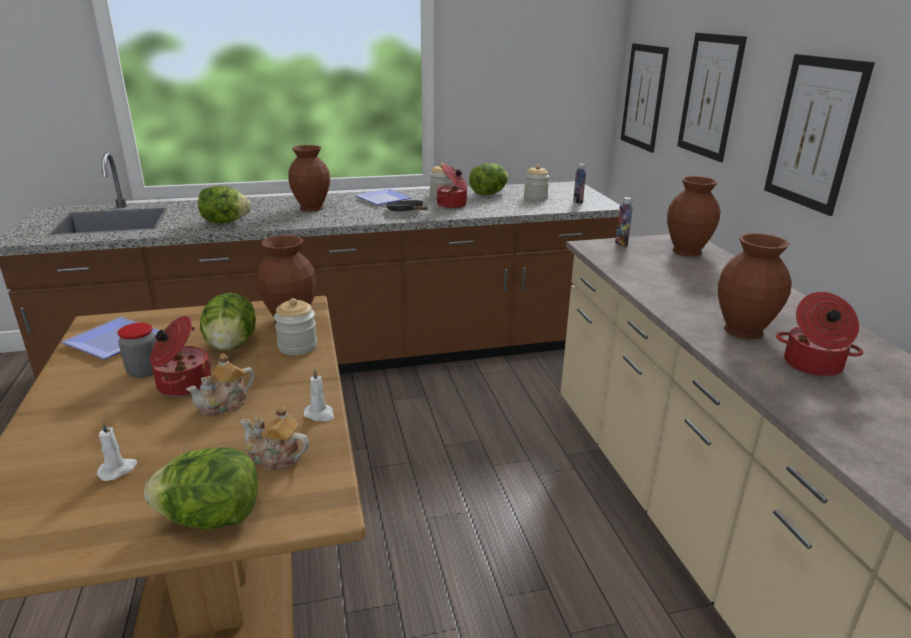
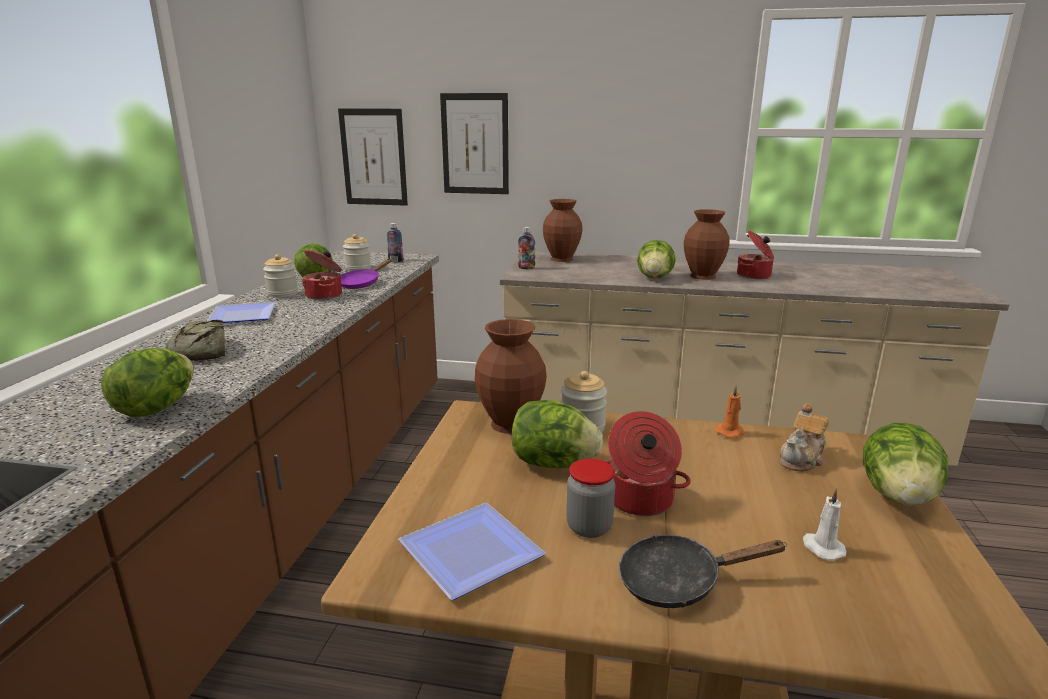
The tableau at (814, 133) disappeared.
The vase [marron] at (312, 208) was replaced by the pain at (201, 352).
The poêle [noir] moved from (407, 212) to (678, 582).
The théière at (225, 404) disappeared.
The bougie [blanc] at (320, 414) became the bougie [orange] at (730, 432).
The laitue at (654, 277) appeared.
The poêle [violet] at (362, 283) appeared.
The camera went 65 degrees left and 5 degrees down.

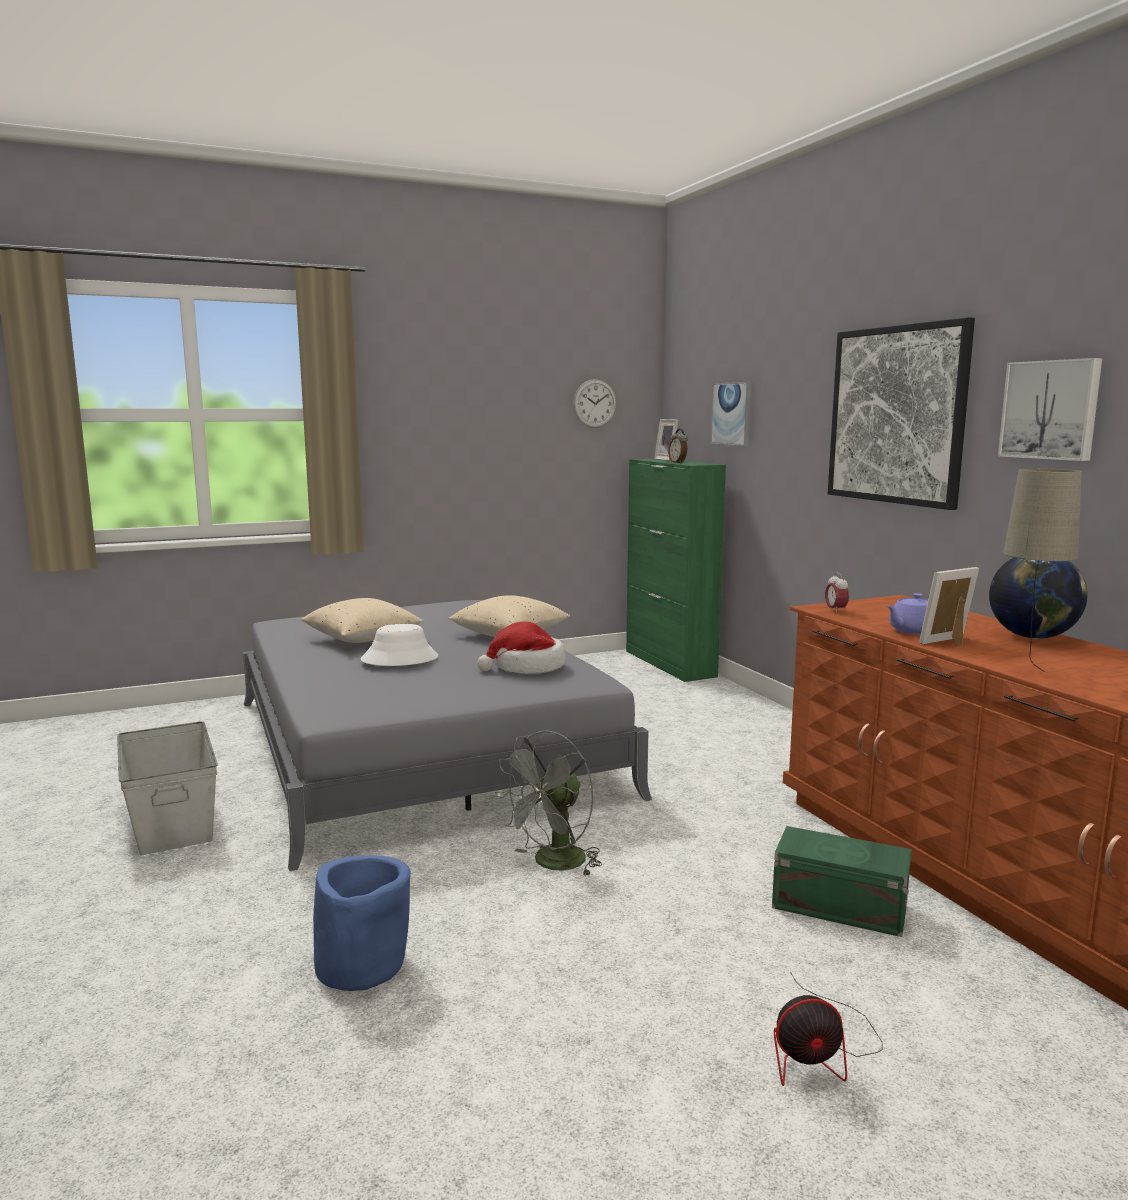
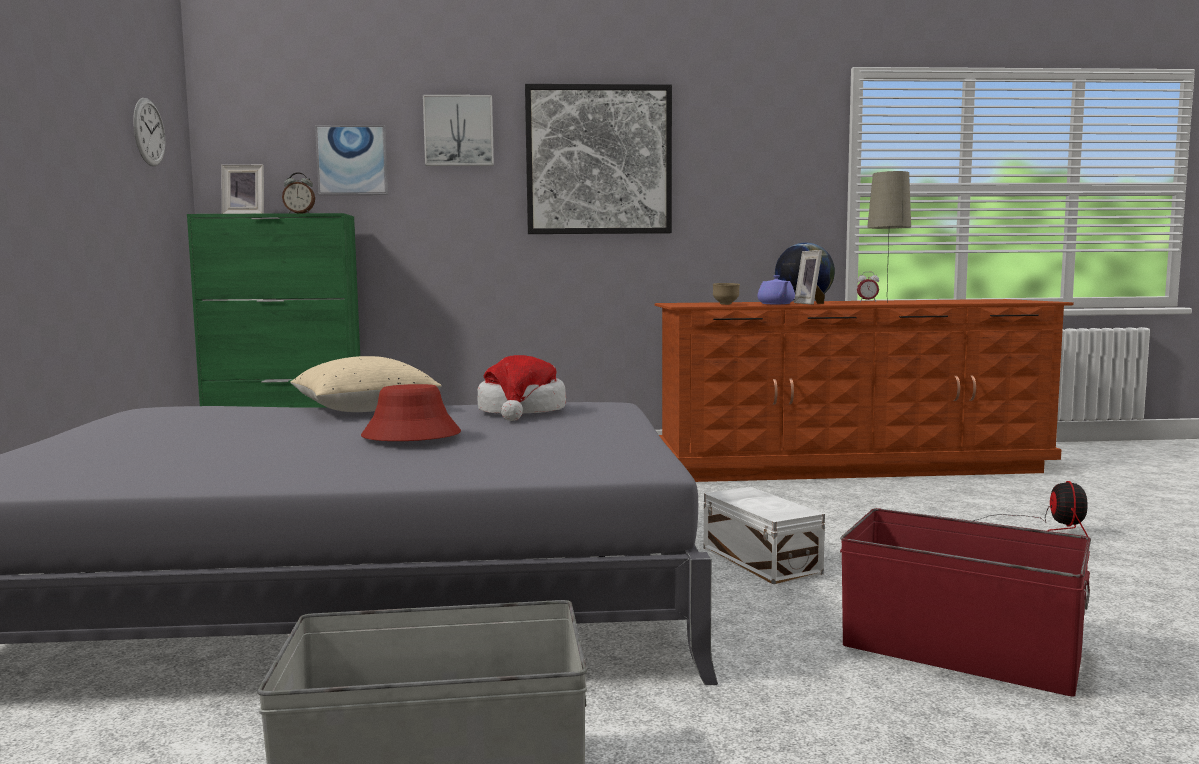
The tableau moved from (1051, 410) to (459, 131).
The réveil moved from (835, 610) to (867, 302).
The coussin [beige] at (362, 639) disappeared.
The chapeau [blanc] at (399, 659) became the chapeau [rouge] at (410, 435).
The ventilateur [gris] at (553, 864) was replaced by the boîte de rangement [blanc] at (761, 559).
The boîte de rangement [vert] at (841, 907) disappeared.
The cache-pot [bleu] at (362, 967) was replaced by the boîte de rangement [rouge] at (960, 651).
The bol [marron] at (726, 304) appeared.
The camera went 70 degrees left and 5 degrees down.

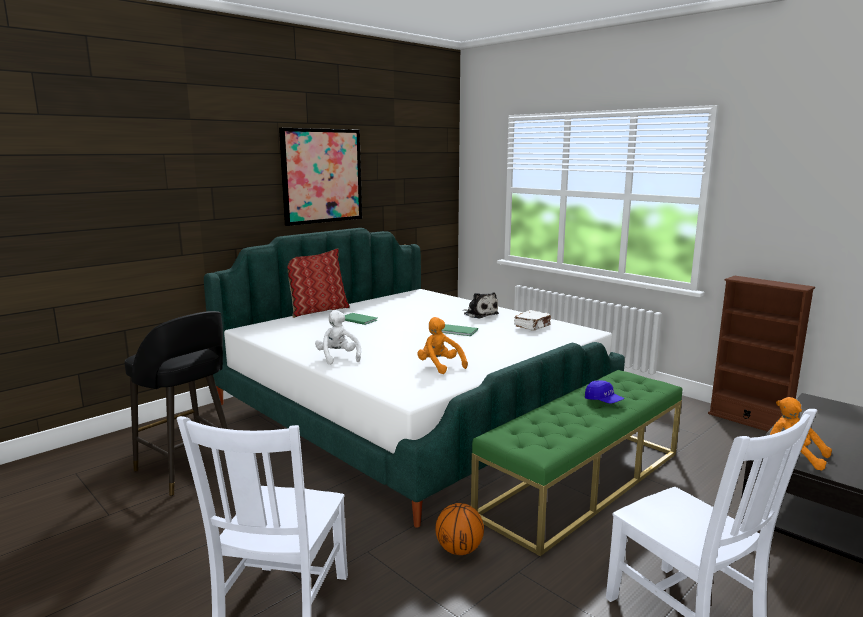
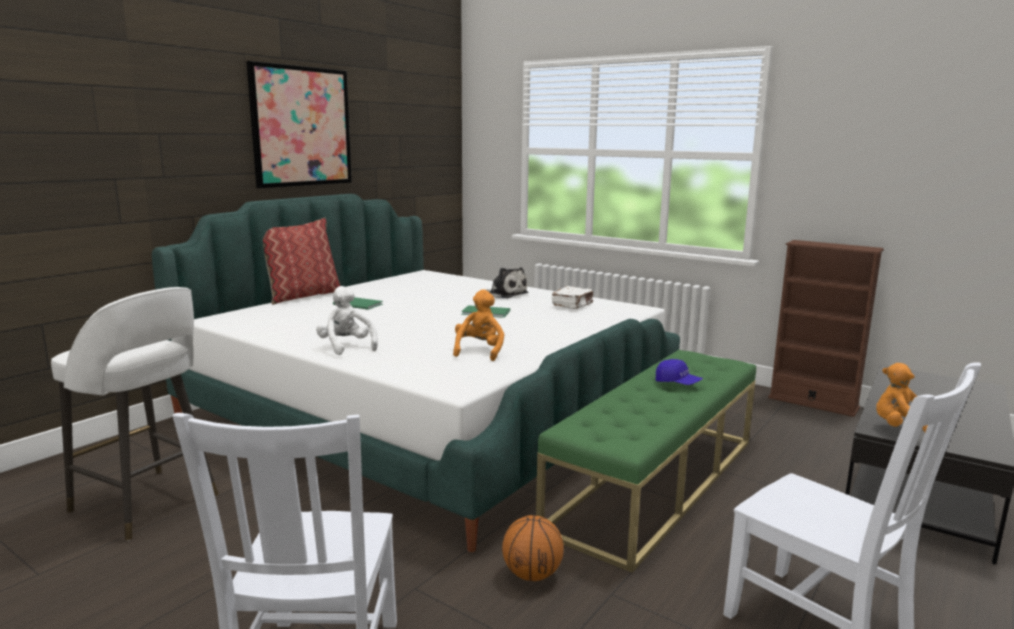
The tabouret [noir] at (188, 469) became the tabouret [blanc] at (147, 504).
The peluche [orange] at (439, 366) turned 60 degrees clockwise.
The camera went 10 degrees left and 0 degrees up.

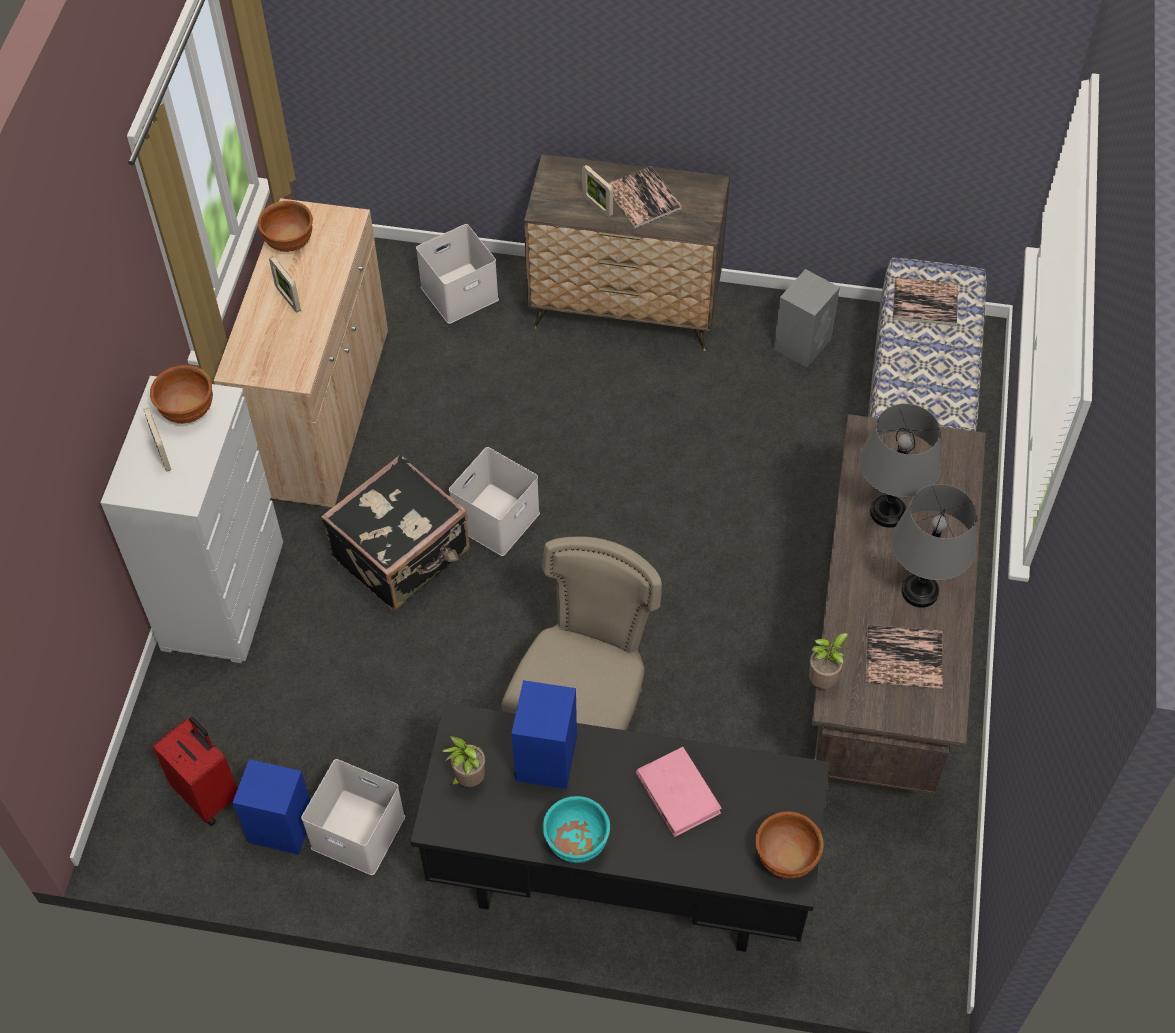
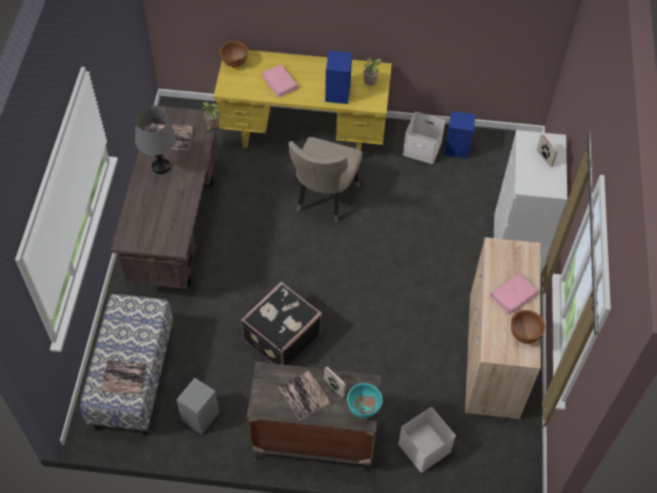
The cadre photo at (288, 299) was replaced by the livre [rose] at (513, 294).
The bol [marron] at (187, 411) disappeared.
The lampe de table [gris] at (887, 512) disappeared.
The boîte de rangement [blanc] at (496, 517) disappeared.
The valise [noir] moved from (403, 555) to (280, 336).
The bureau [noir] at (618, 880) became the bureau [jaune] at (305, 134).
The valise [rouge] at (209, 794) disappeared.
The bol [turquoise] moved from (576, 842) to (364, 408).
The camera went 175 degrees right and 0 degrees up.

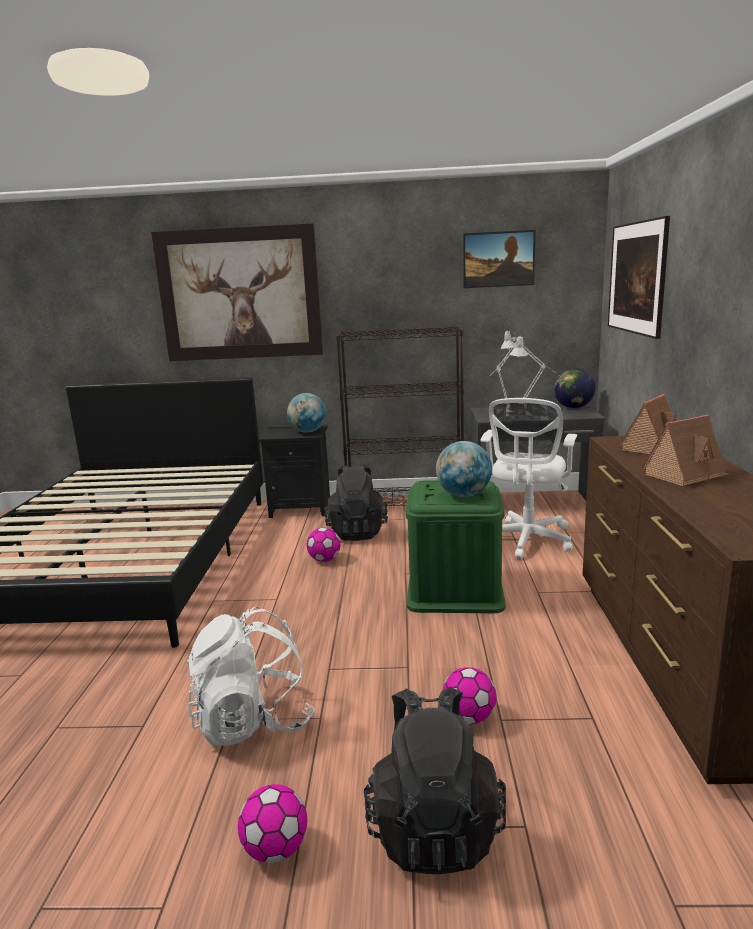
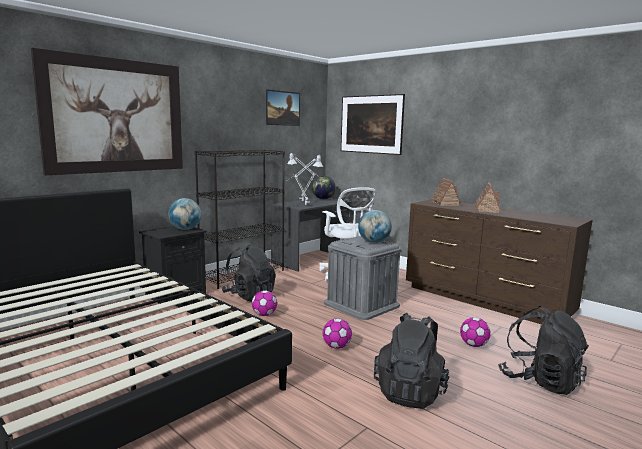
The boîte de rangement [vert] at (455, 589) became the boîte de rangement [gris] at (361, 304).
The sac à dos [blanc] at (253, 722) became the sac à dos [noir] at (410, 392).
The ballon de foot moved from (276, 849) to (336, 347).
The camera went 50 degrees left and 5 degrees down.

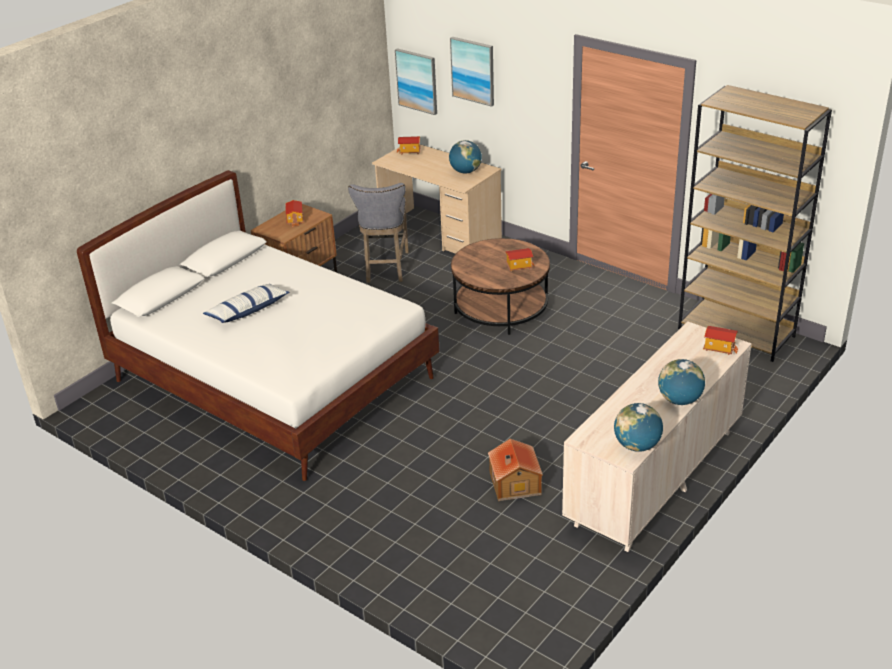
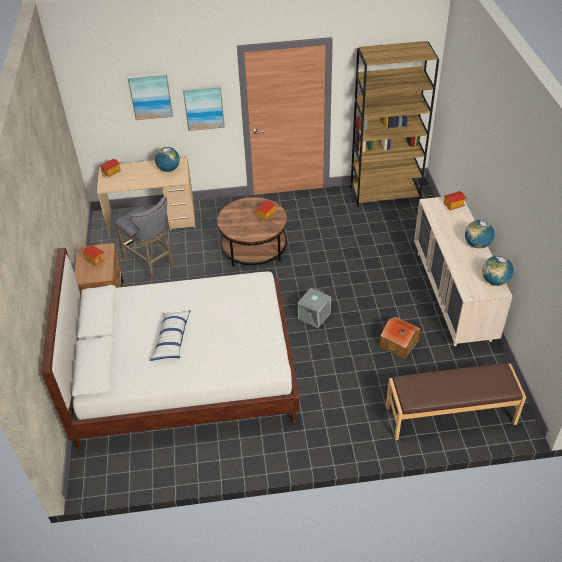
The tableau moved from (417, 81) to (204, 107).
The boîte de rangement [gris] at (314, 316) appeared.
The banc [marron] at (450, 415) appeared.
The camera went 45 degrees left and 10 degrees up.

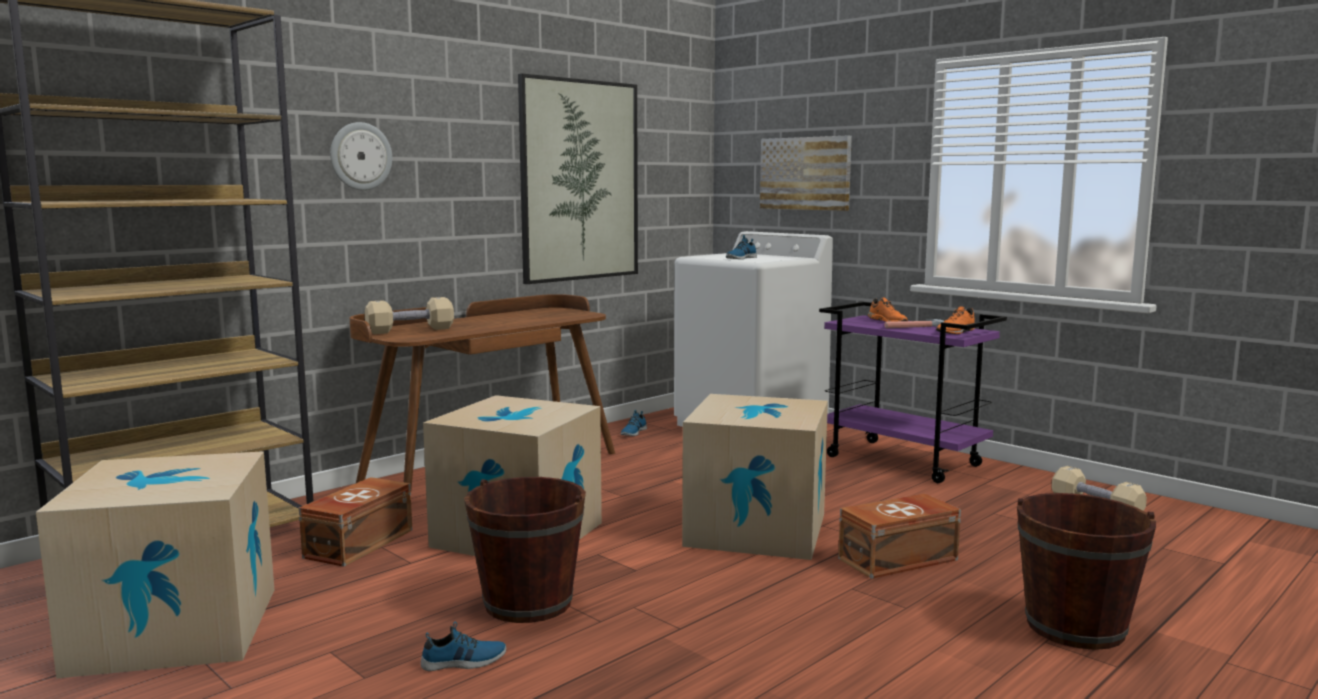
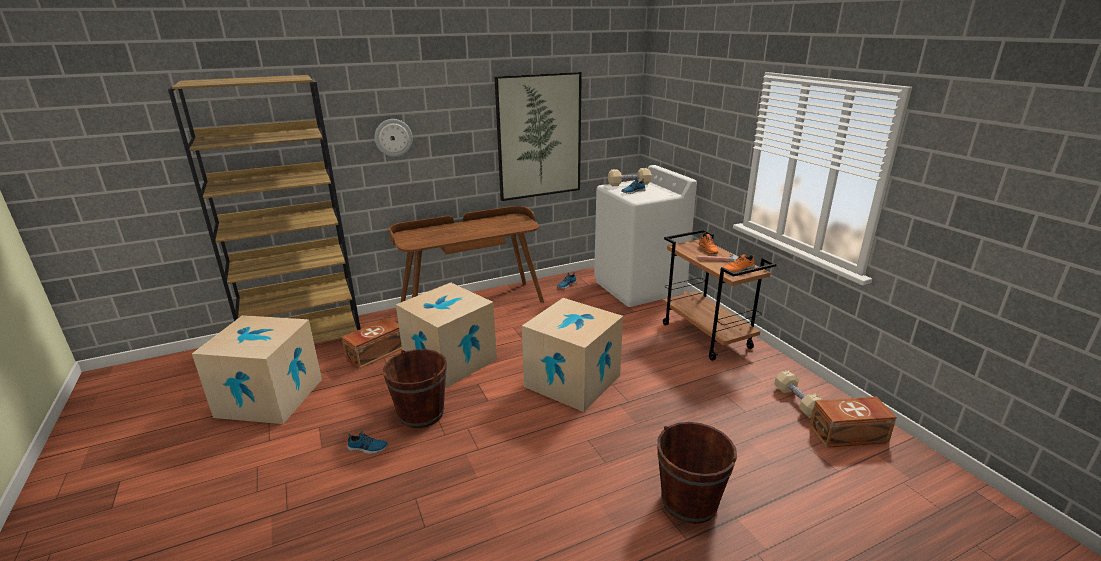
The tableau at (805, 173) disappeared.
The haltère [beige] moved from (410, 330) to (629, 184).
The chariot [violet] at (904, 461) became the chariot [marron] at (707, 336).
The boîte de rangement [marron] moved from (900, 559) to (849, 435).
The camera went 20 degrees right and 15 degrees up.

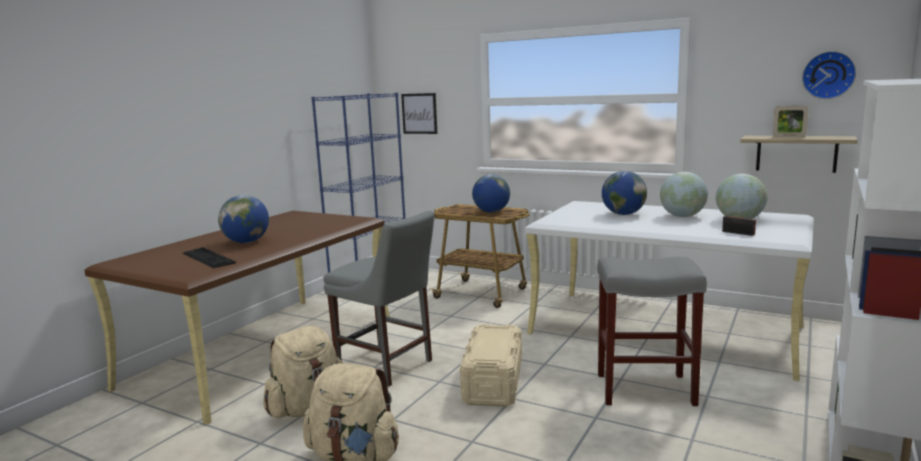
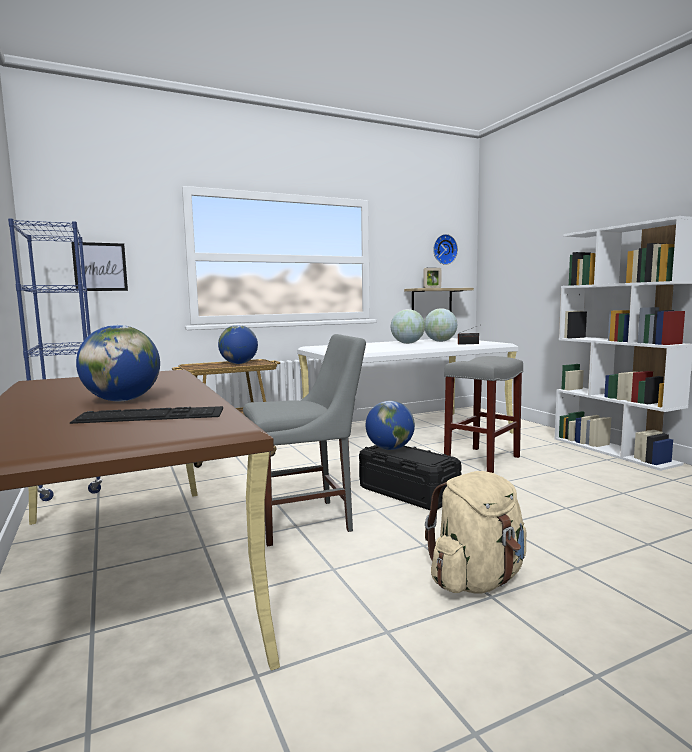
The globe moved from (623, 214) to (390, 448).
The boîte de rangement [beige] at (493, 382) became the boîte de rangement [noir] at (408, 492).
The sac à dos [beige] at (308, 407) disappeared.
The camera went 55 degrees left and 5 degrees down.

